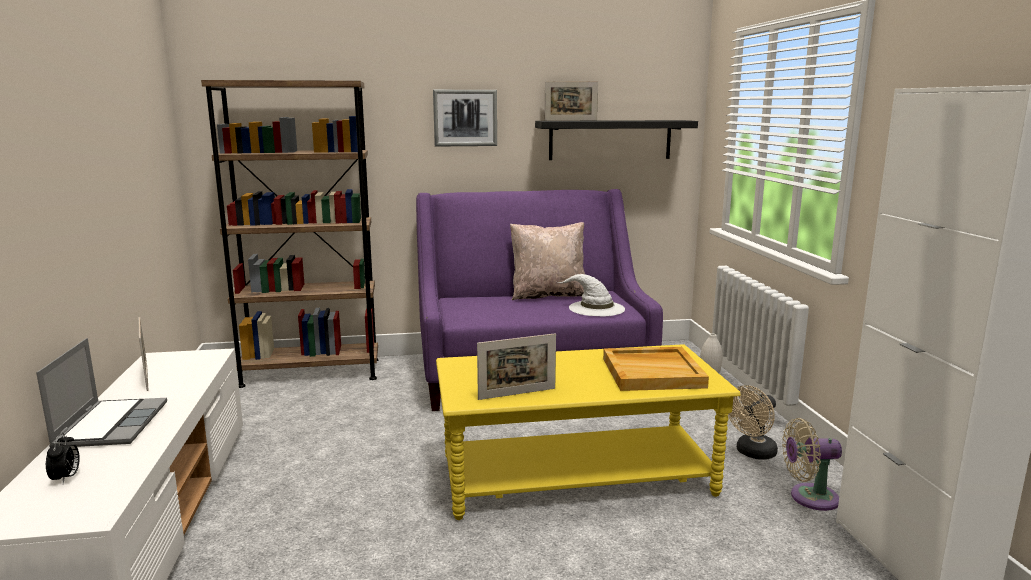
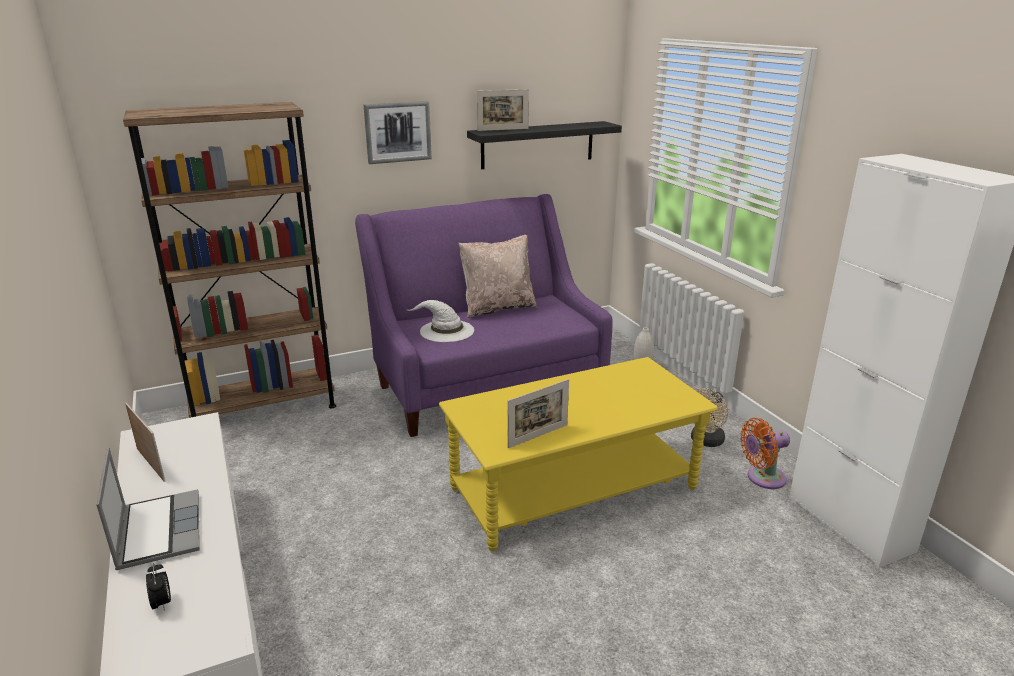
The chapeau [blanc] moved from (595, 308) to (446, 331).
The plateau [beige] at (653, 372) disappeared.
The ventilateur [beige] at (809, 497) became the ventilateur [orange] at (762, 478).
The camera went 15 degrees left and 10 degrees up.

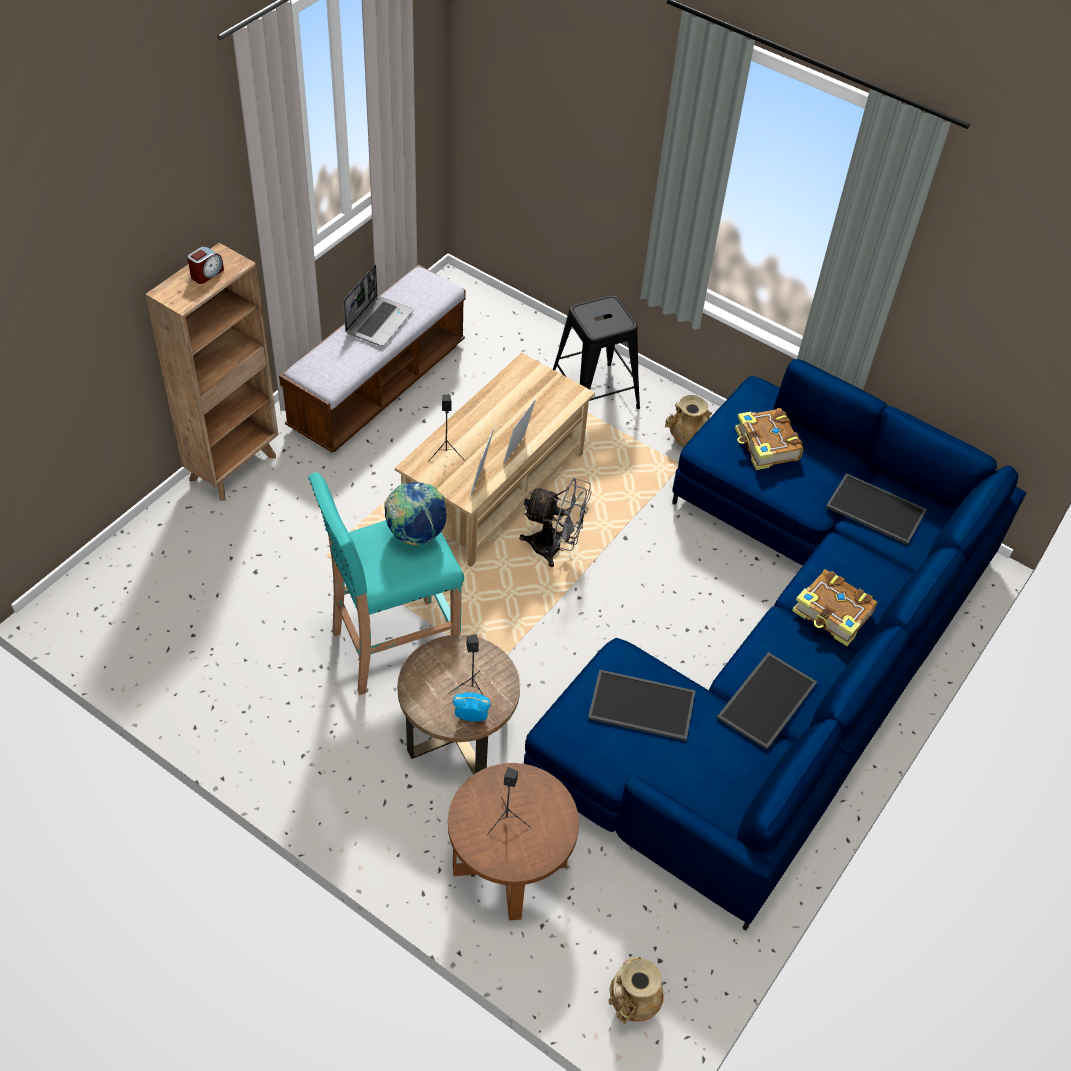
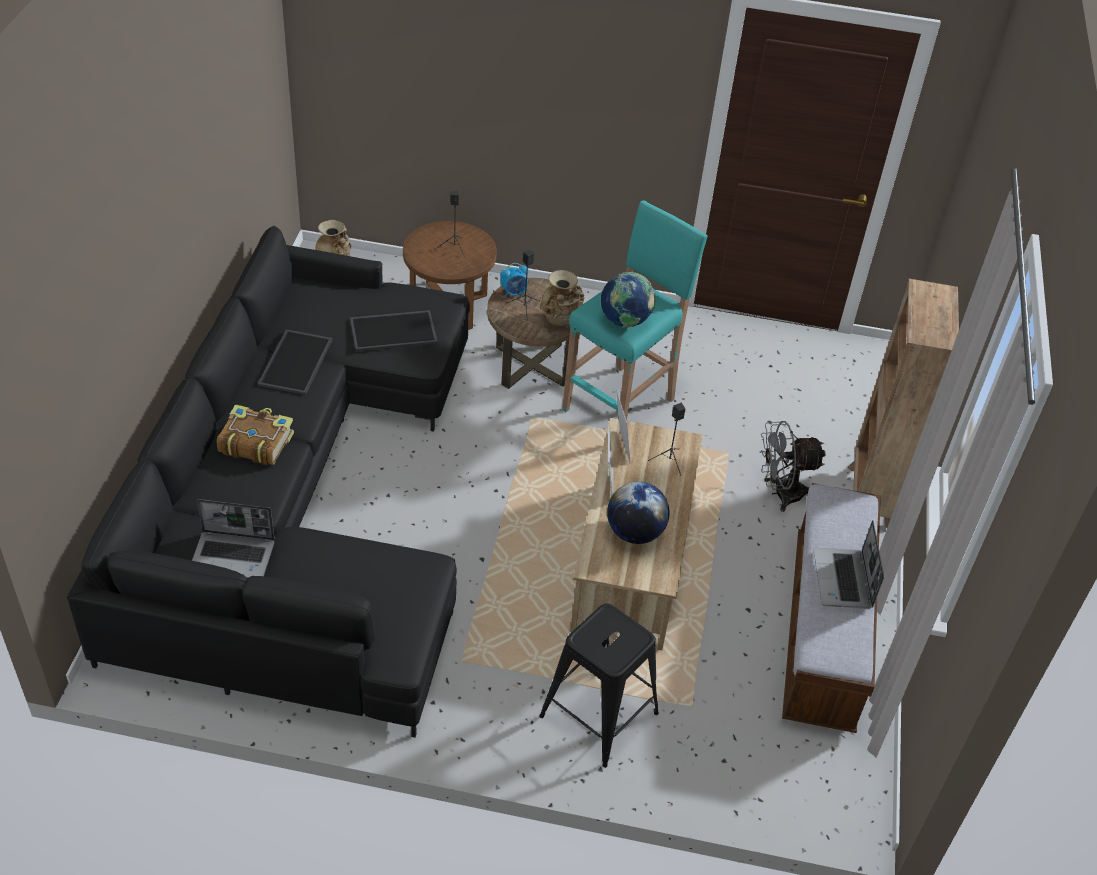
The réveil at (207, 274) disappeared.
The canapé [bleu] at (780, 650) became the canapé [noir] at (297, 505).
The vase [beige] moved from (685, 440) to (560, 320).
The livre at (766, 446) disappeared.
The plateau at (874, 509) was replaced by the ordinateur portable at (234, 555).
The ventilateur [gris] moved from (554, 548) to (780, 493).
The globe at (634, 532) appeared.
The camera went 155 degrees right and 5 degrees down.

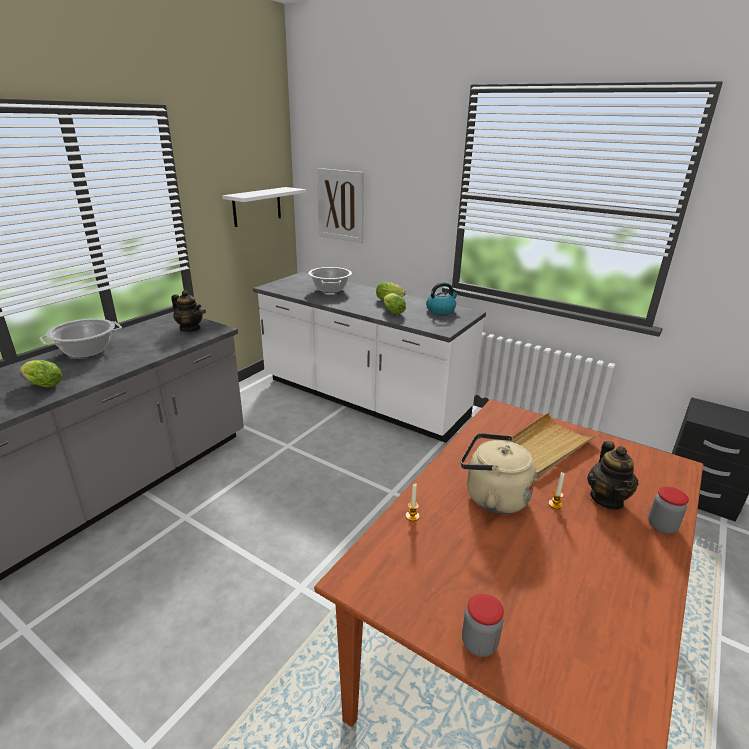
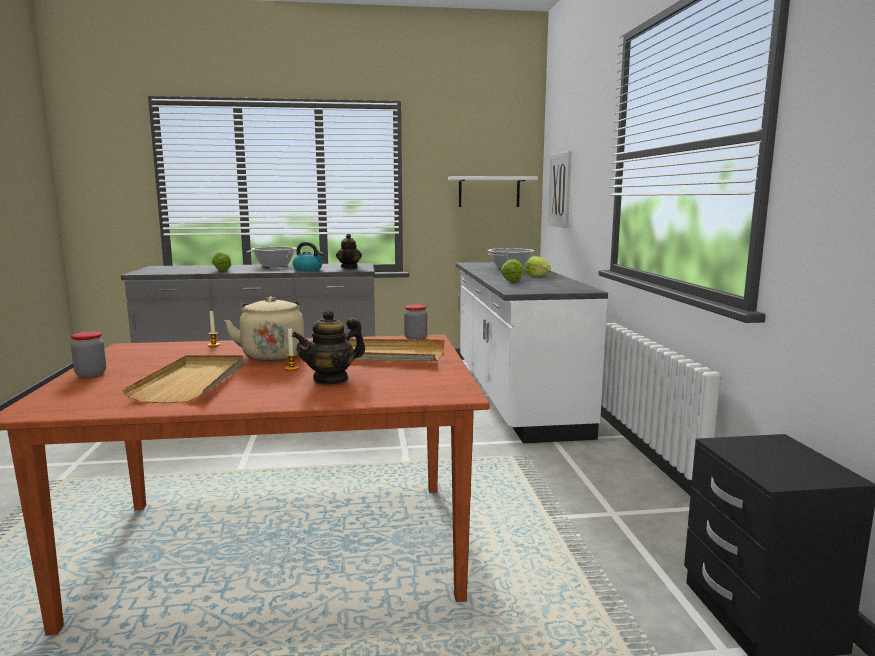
The bouilloire moved from (441, 310) to (308, 270).
The bocal moved from (662, 526) to (415, 338).
The plateau [beige] at (192, 382) appeared.
The camera went 50 degrees right and 15 degrees down.

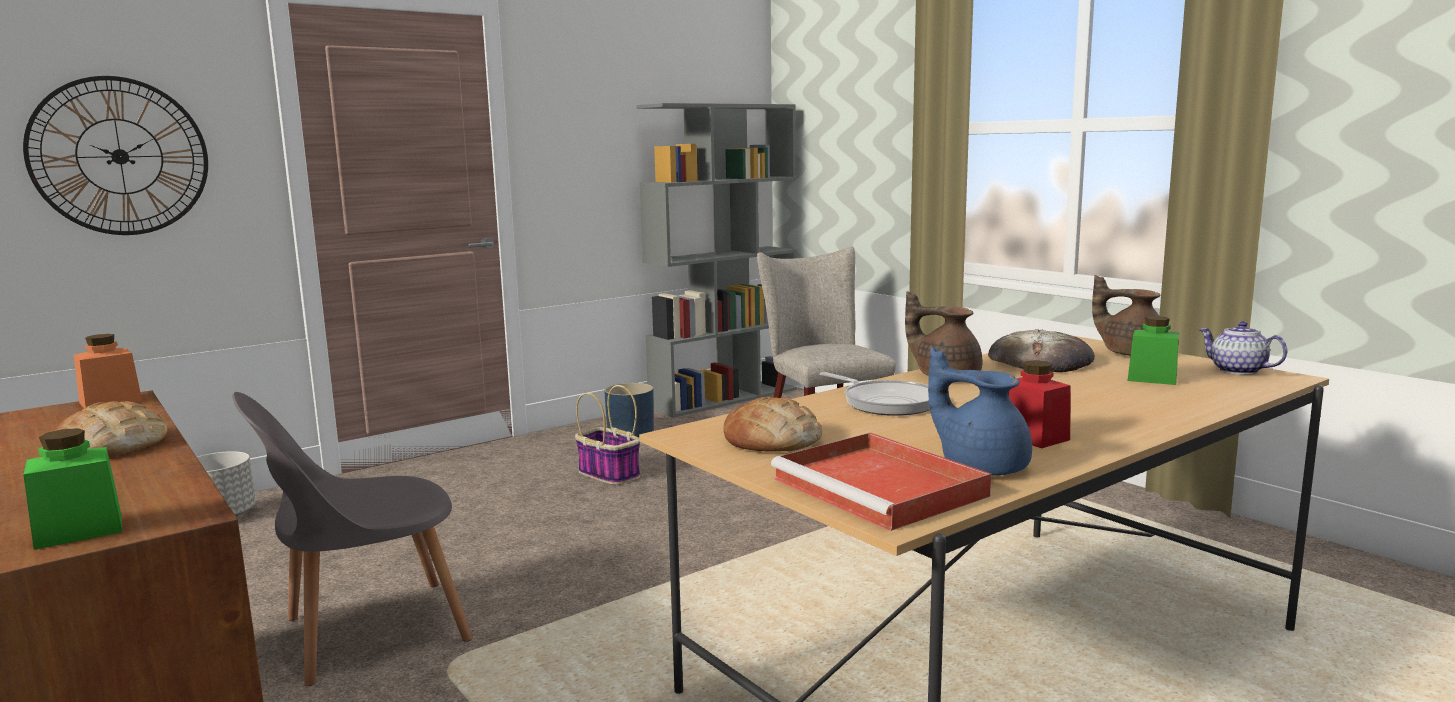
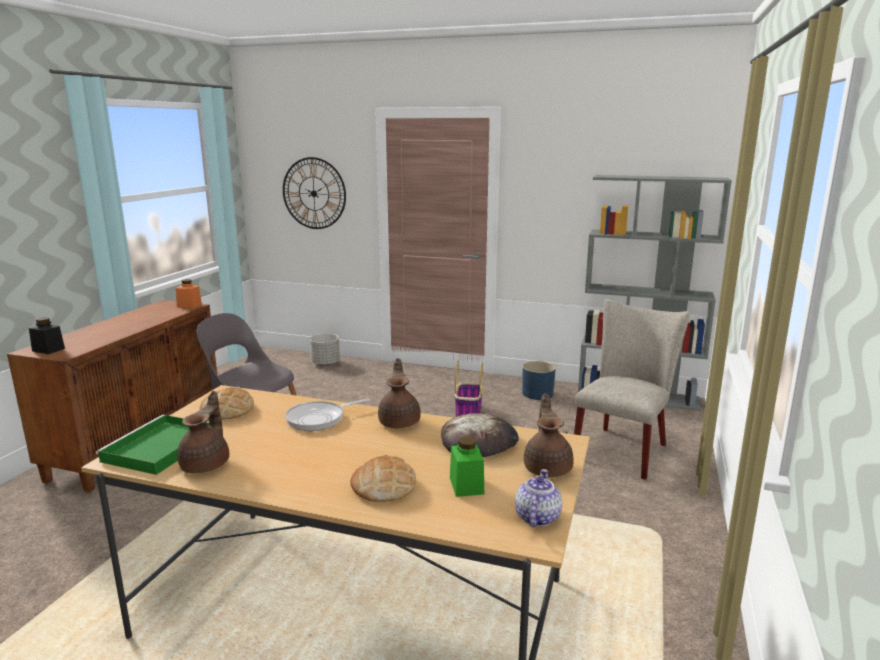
The théière [bleu] at (981, 466) became the théière [marron] at (207, 464).
The bocal [rouge] at (1033, 437) disappeared.
The poêle at (886, 402) turned 45 degrees clockwise.
The pain moved from (109, 445) to (383, 486).
The bocal [vert] at (79, 531) became the bocal [noir] at (48, 350).
The plateau [rouge] at (882, 488) became the plateau [vert] at (159, 449).
The camera went 55 degrees right and 5 degrees up.

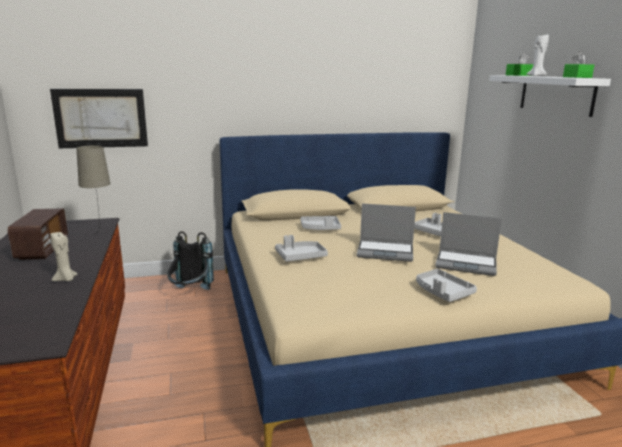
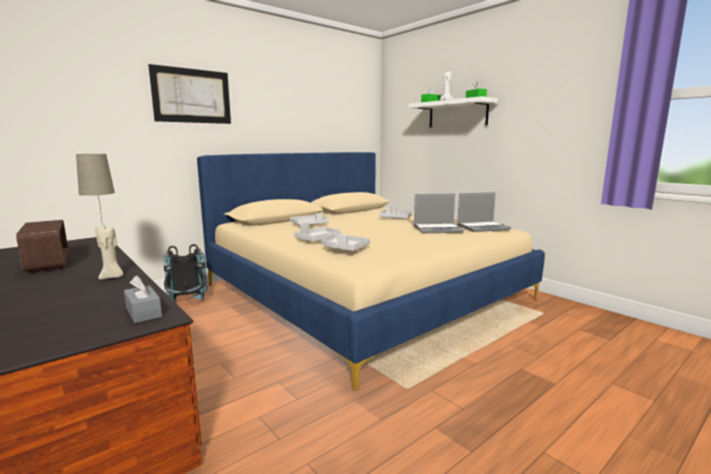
The tableau moved from (101, 118) to (192, 96).
The ordinateur portable moved from (386, 252) to (483, 227).
The plateau [gris] moved from (442, 292) to (344, 248).
The boîte à mouchoirs [gris] at (143, 312) appeared.
The camera went 25 degrees left and 5 degrees down.

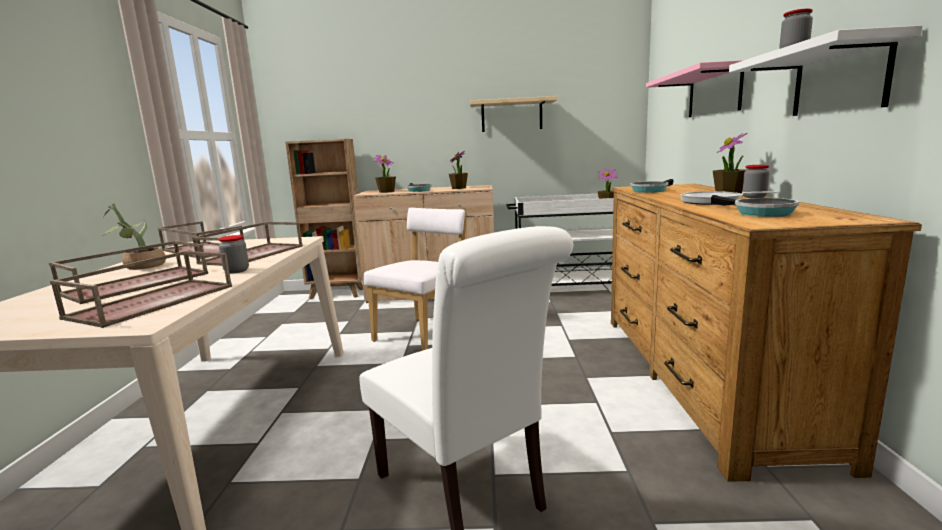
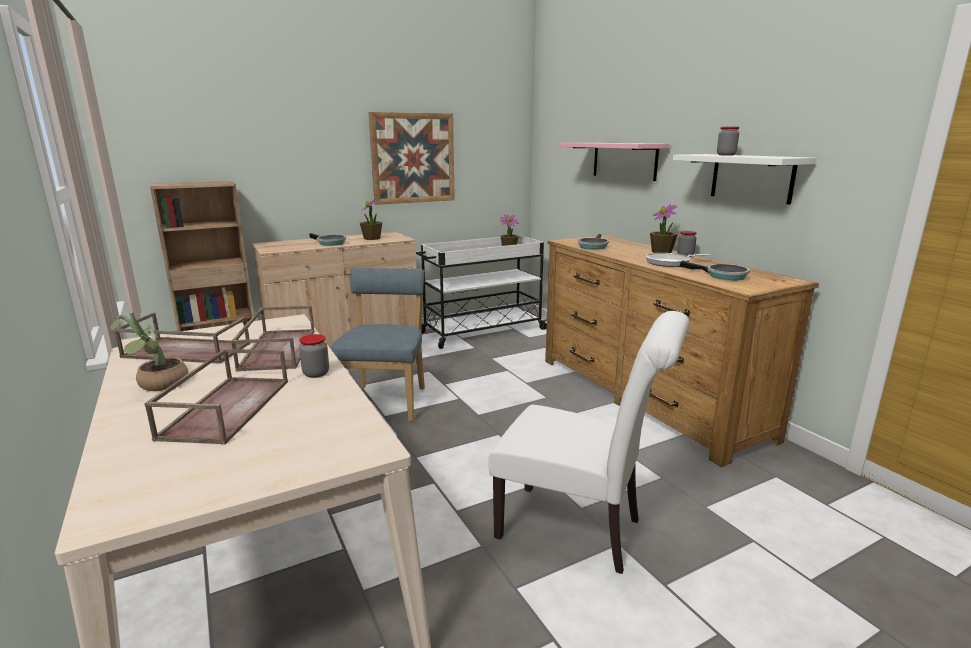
The étagère [beige] at (511, 115) was replaced by the tableau at (413, 158).
The plante en pot at (386, 192) disappeared.
The chaise [blanc] at (424, 333) became the chaise [bleu] at (386, 401).
The plateau [marron] at (154, 301) disappeared.
The camera went 30 degrees left and 5 degrees up.

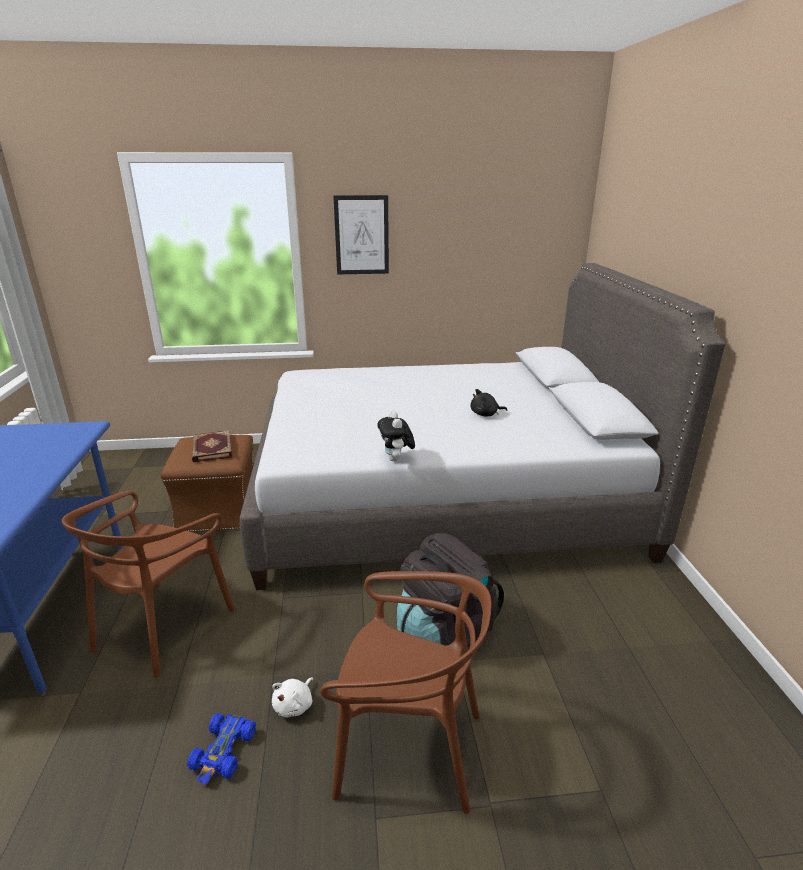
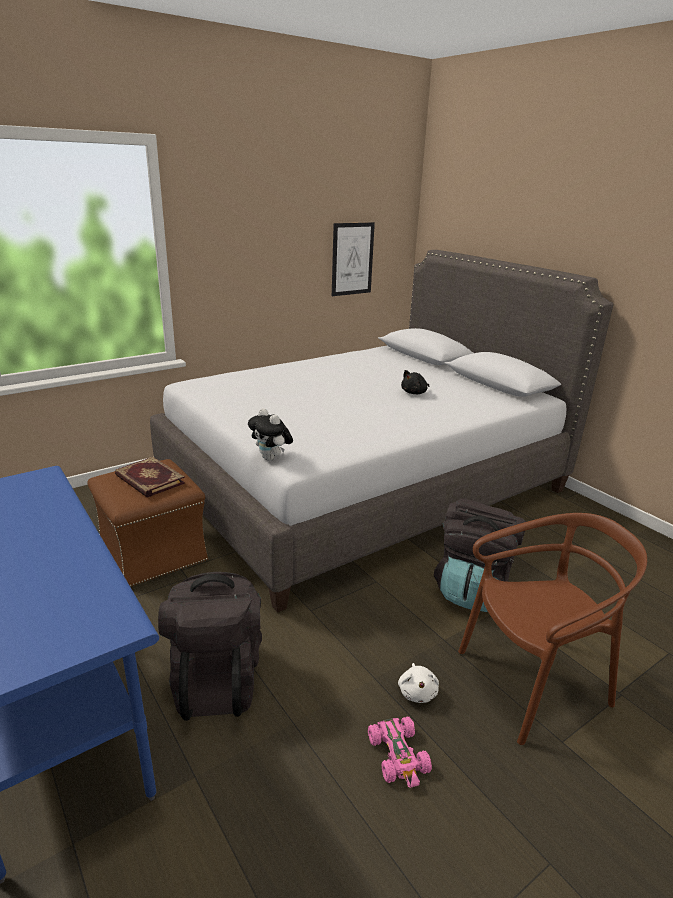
The tableau moved from (361, 235) to (352, 259).
The peluche moved from (396, 459) to (271, 458).
The chaise [marron] at (163, 626) was replaced by the sac à dos [noir] at (217, 679).
The petite voiture [bleu] at (223, 752) became the petite voiture [rose] at (398, 755).
The camera went 30 degrees left and 0 degrees up.

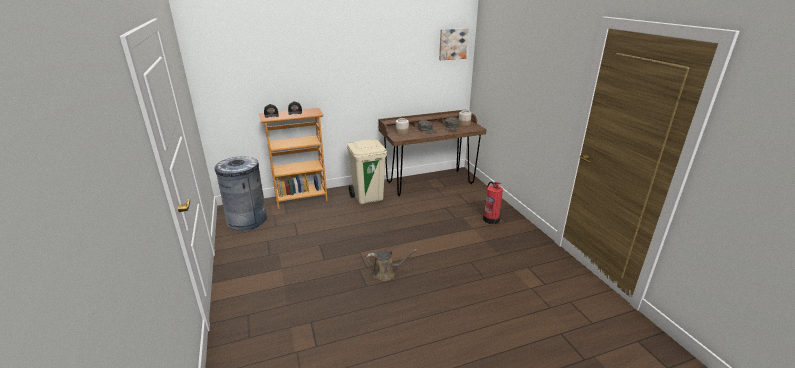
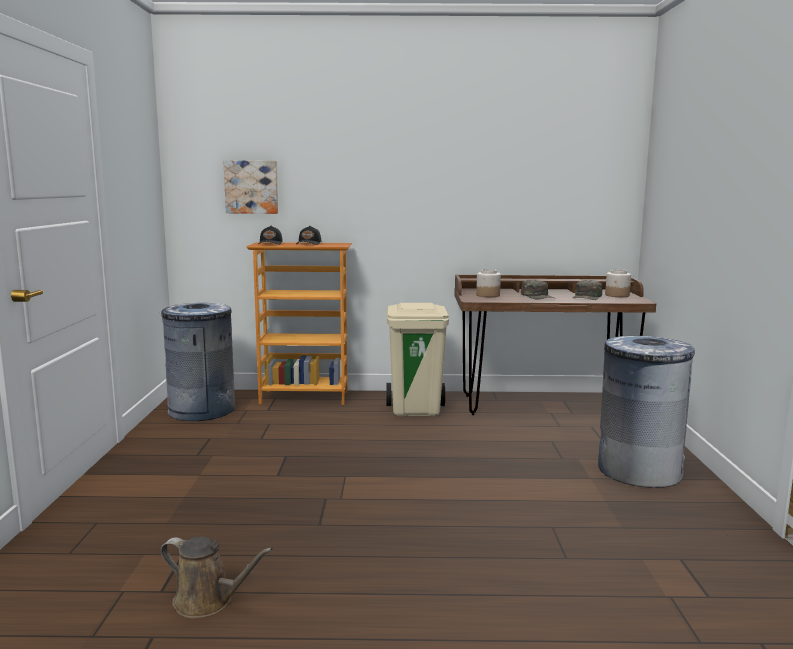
The tableau moved from (452, 44) to (251, 187).
The extincteur at (491, 219) was replaced by the poubelle [gris] at (638, 470).
The arrosoir [marron] moved from (386, 273) to (208, 601).
The camera went 20 degrees right and 15 degrees down.

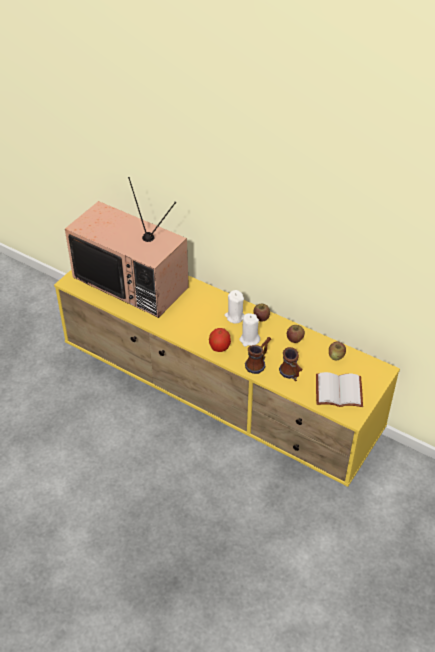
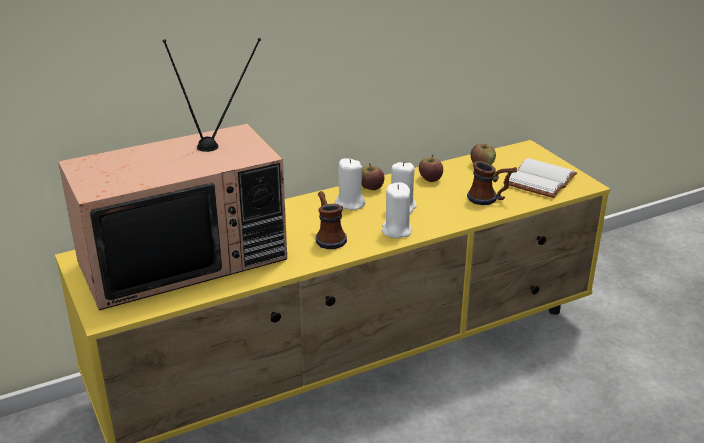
The pomme at (220, 347) was replaced by the bougie [blanc] at (396, 231).
The mug moved from (258, 363) to (328, 237).
The camera went 60 degrees left and 15 degrees down.

